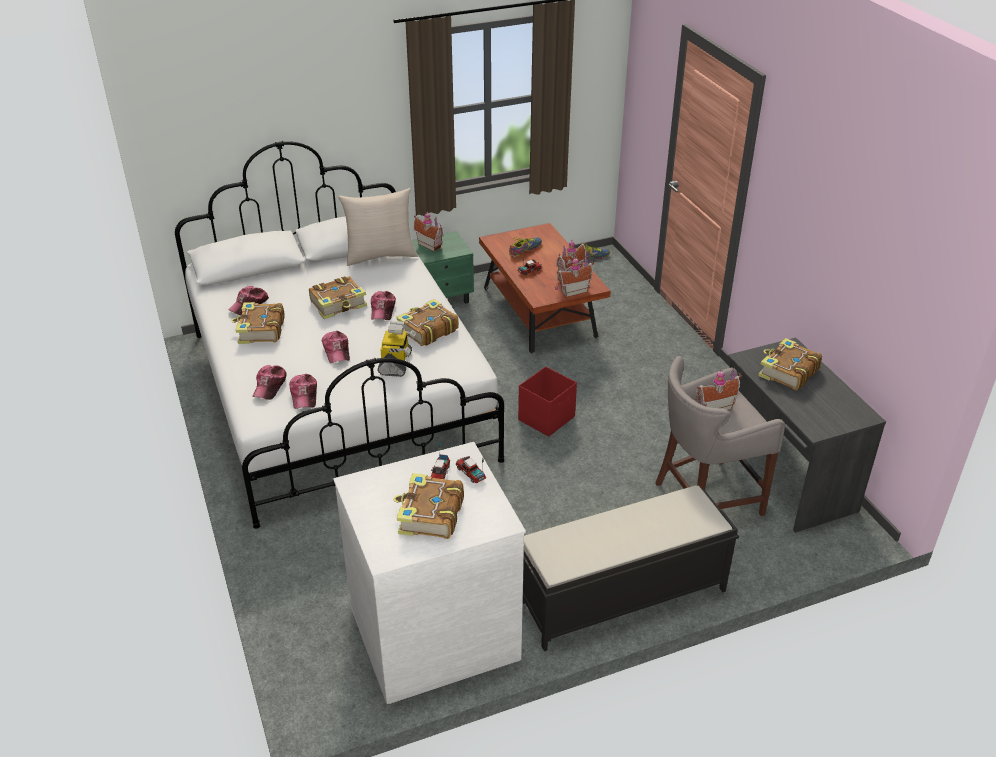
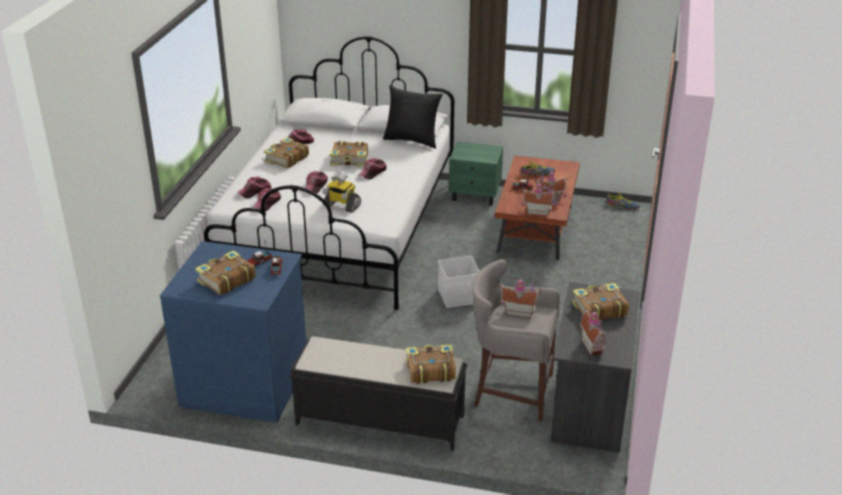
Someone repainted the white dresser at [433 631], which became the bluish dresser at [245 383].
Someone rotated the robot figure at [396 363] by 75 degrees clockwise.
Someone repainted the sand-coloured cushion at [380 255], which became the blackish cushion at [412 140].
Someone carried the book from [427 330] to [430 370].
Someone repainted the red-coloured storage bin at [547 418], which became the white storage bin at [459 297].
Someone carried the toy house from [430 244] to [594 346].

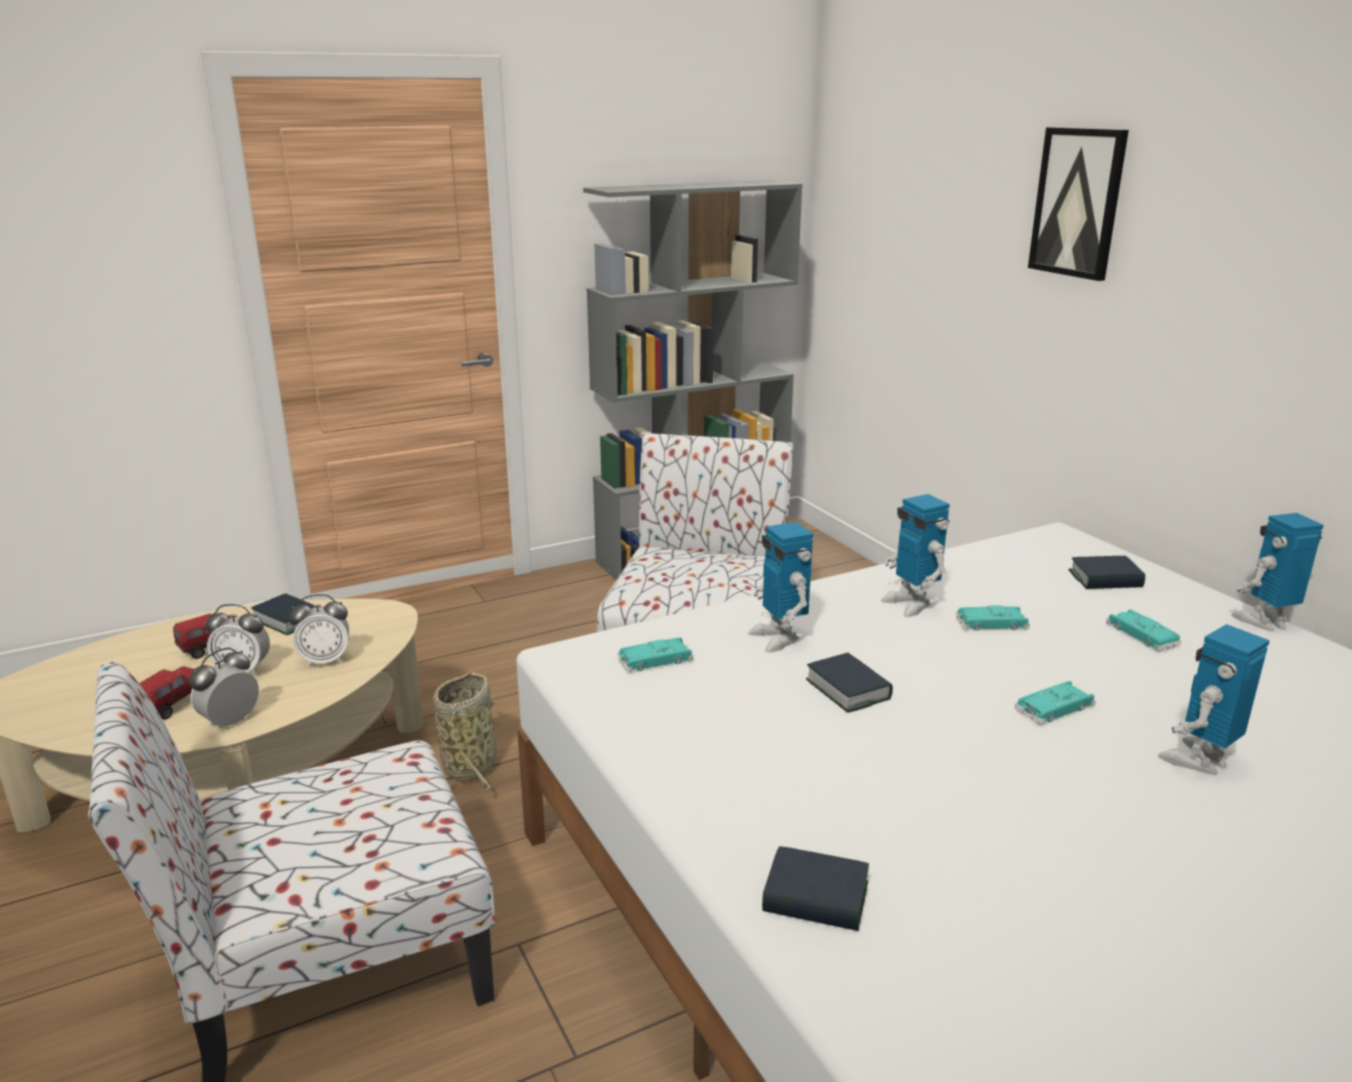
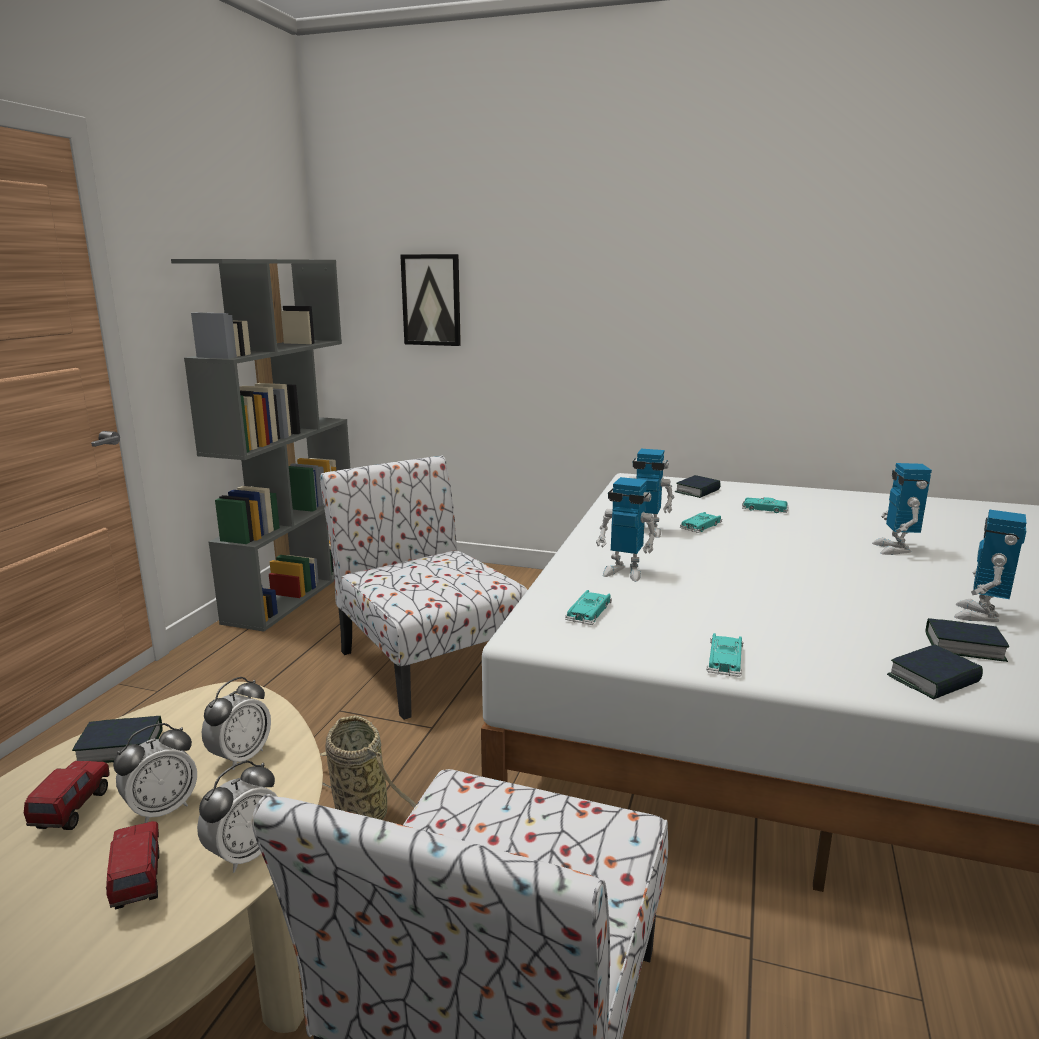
Someone rotated the bedside clock at [230 721] by 135 degrees counterclockwise.
Someone carried the picture from [1078 203] to [431 300].
Someone carried the turquoise toy car from [1054 708] to [725 660].
Someone carried the book from [848 689] to [964 646].
Someone carried the robot figure from [1265 622] to [980 615].

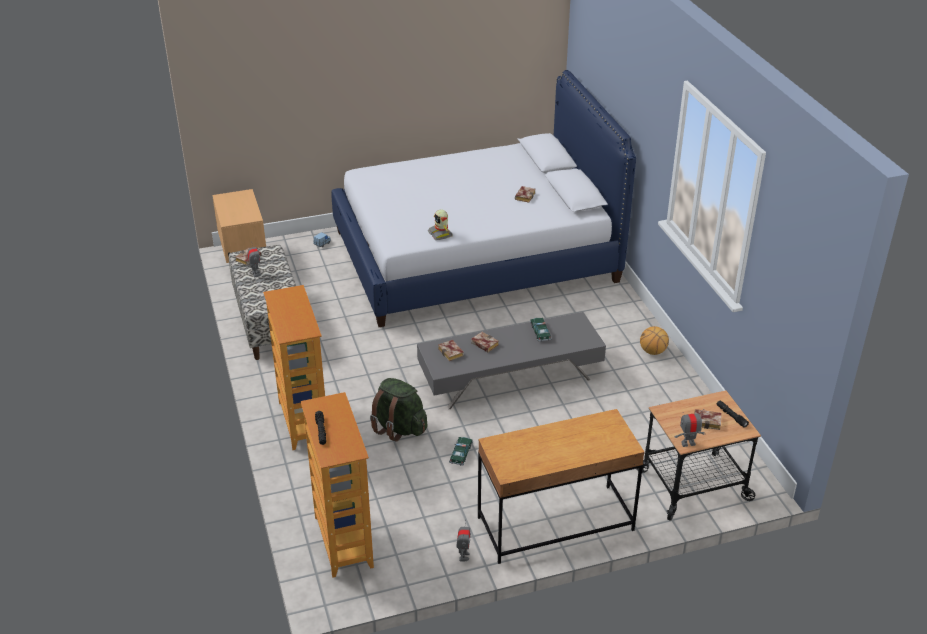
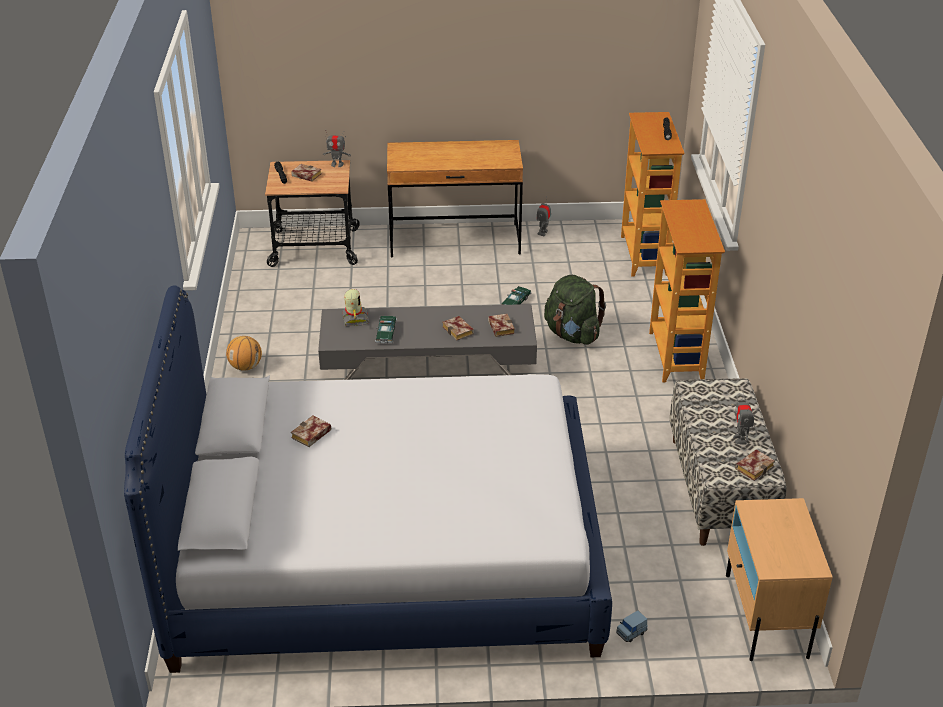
Someone carried the robot figure from [440 234] to [354 319].

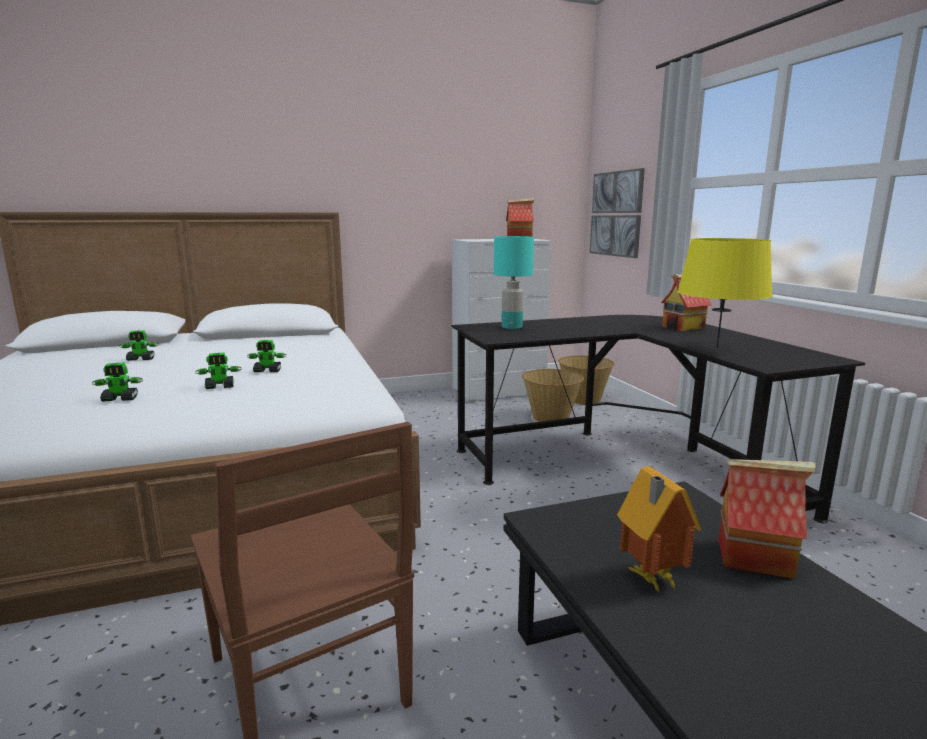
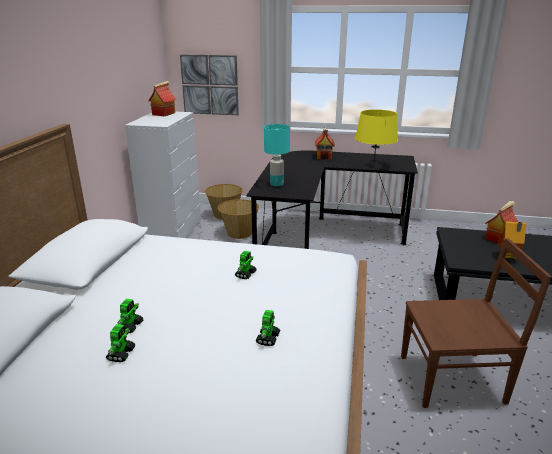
Someone carried the robot figure from [220 387] to [121 354].

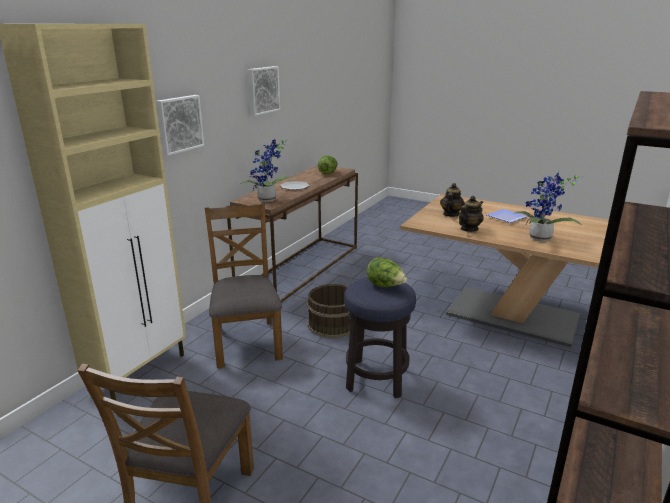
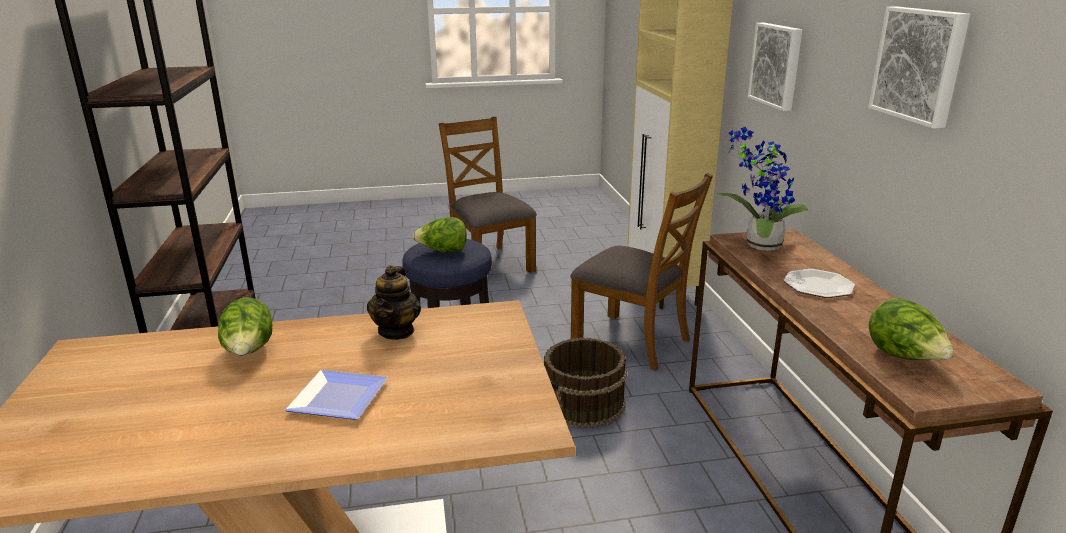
Someone swapped the houseplant at [540 239] for the lettuce at [250 352].
Someone took away the pot for tea at [451 214].

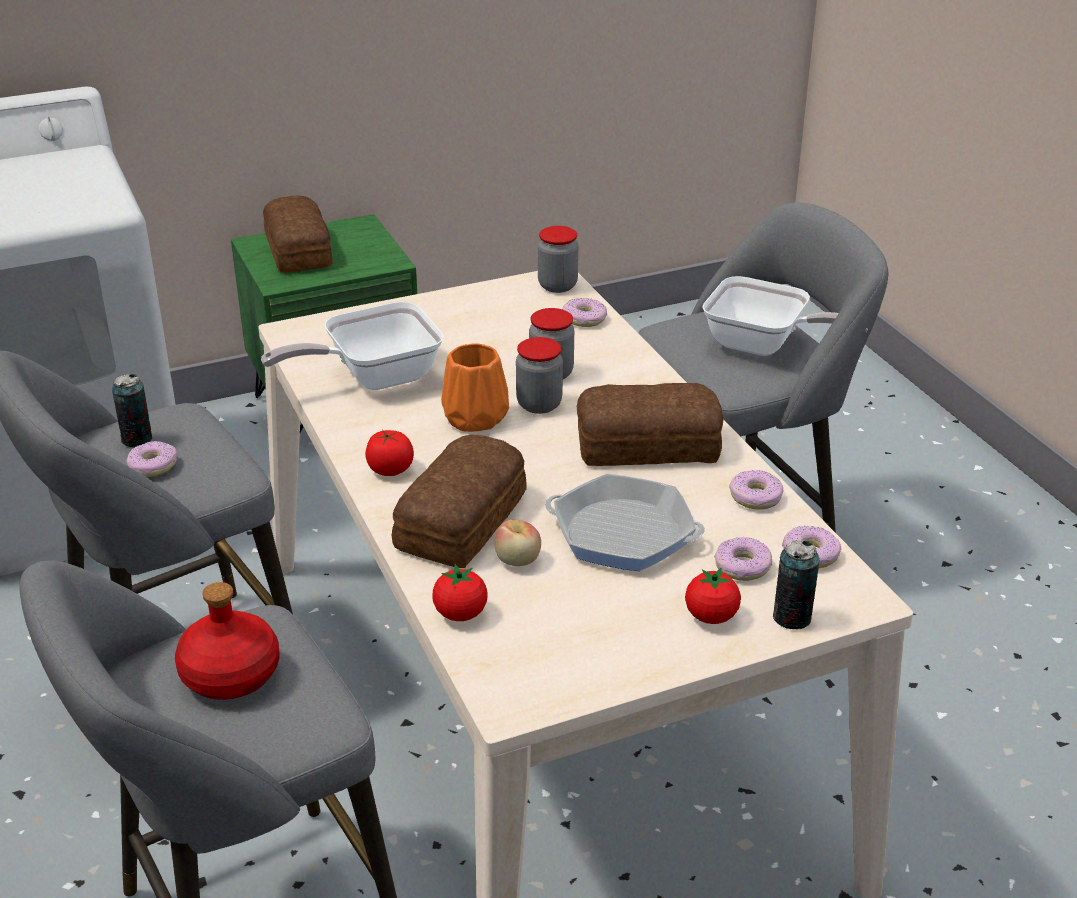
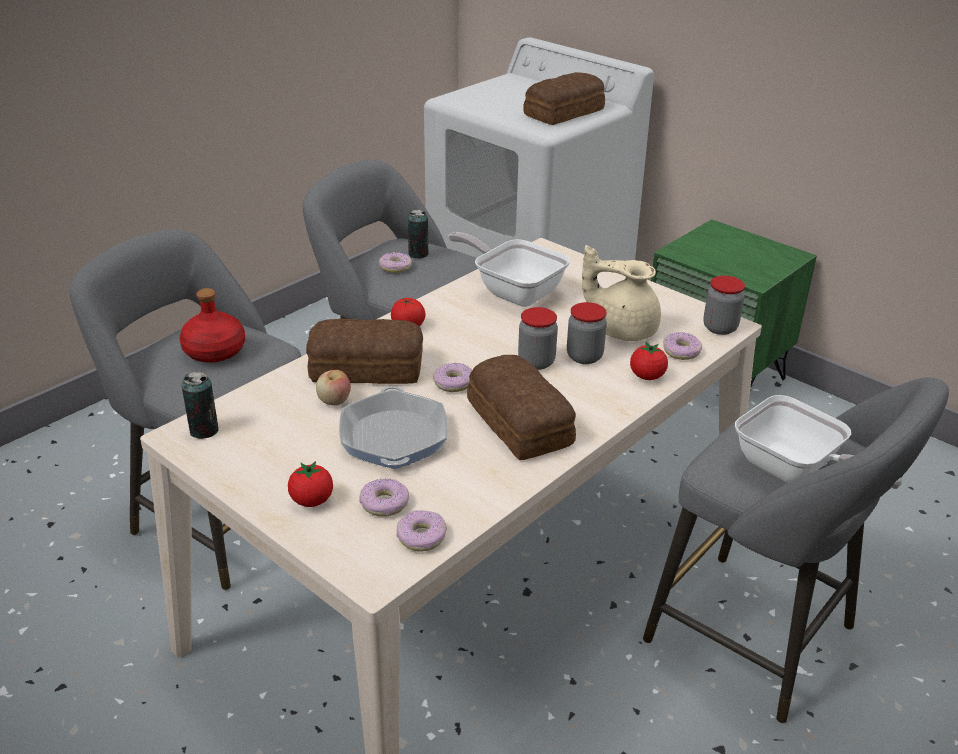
Someone carried the metal can from [792 618] to [204 430].
Someone carried the donut from [755 497] to [453 383].
Someone carried the baked bread from [300 249] to [566 112].
Someone put down the sand-coloured pot for tea at [622 329].
Someone carried the whole tomato from [460 614] to [647 376].
Someone rotated the pan at [764 346] by 45 degrees counterclockwise.
Someone took away the orangey flower vase at [475 419].

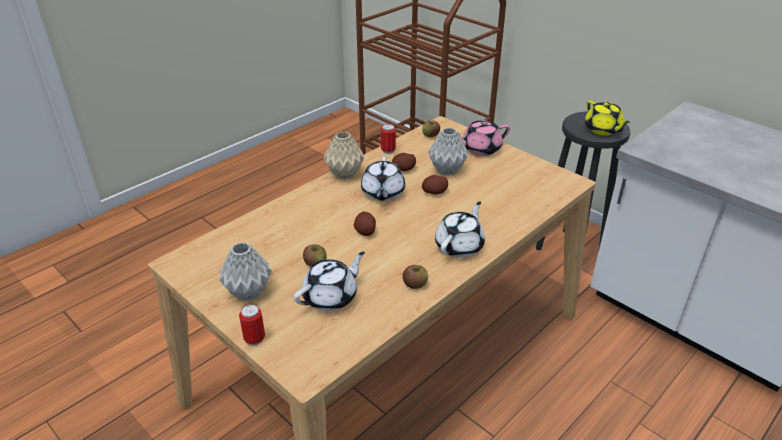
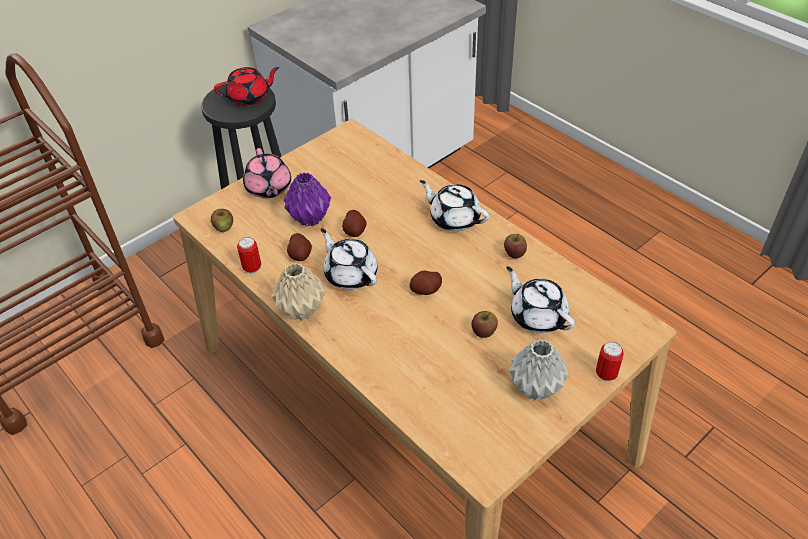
Someone repainted the yellow pot for tea at [603 130], which became the red-coloured pot for tea at [249 97].
Someone repainted the gray flower vase at [447 170], which became the purplish flower vase at [311 218].
Someone rotated the white pot for tea at [382 193] by 135 degrees counterclockwise.

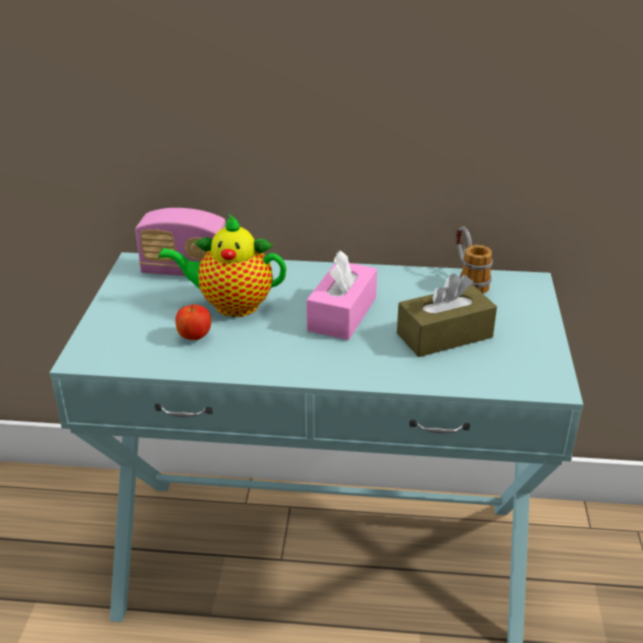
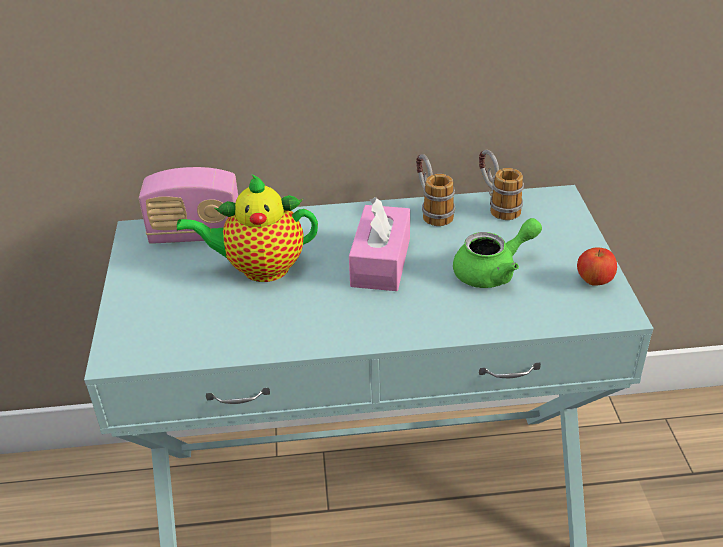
Someone put down the coffee mug at [431 210].
Someone swapped the brownish tissue box at [444 335] for the green-coloured pot for tea at [493 271].
Someone carried the apple fruit from [194 337] to [594 281].

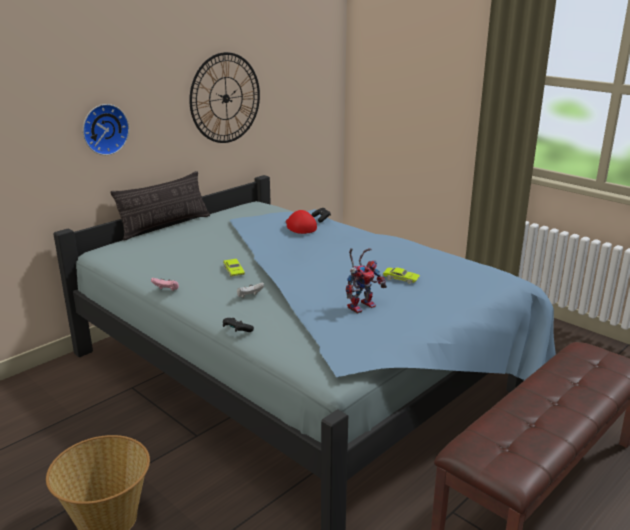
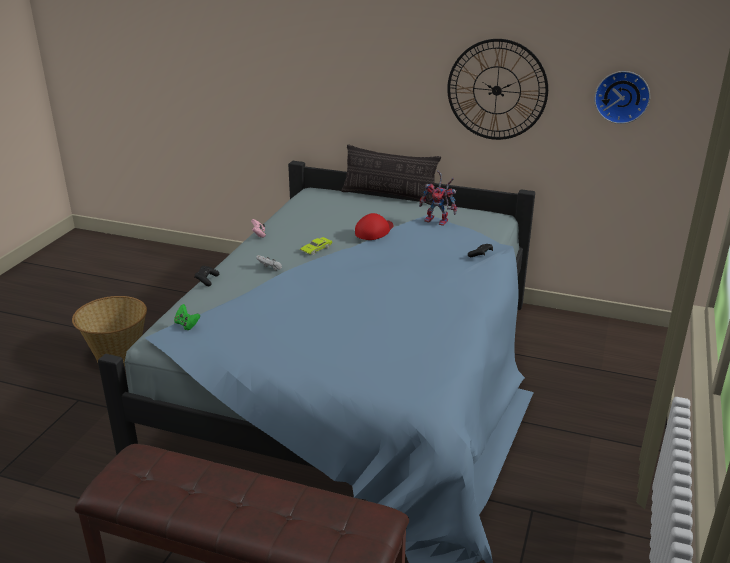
Someone put down the green-coloured joypad at [187 325].
Someone carried the red-coloured peaked cap from [300 226] to [374 231].
Someone carried the robot figure from [361 305] to [439 221].
Someone carried the hanging clock from [104 129] to [622 96].
Someone took away the green-coloured toy car at [400 279].

